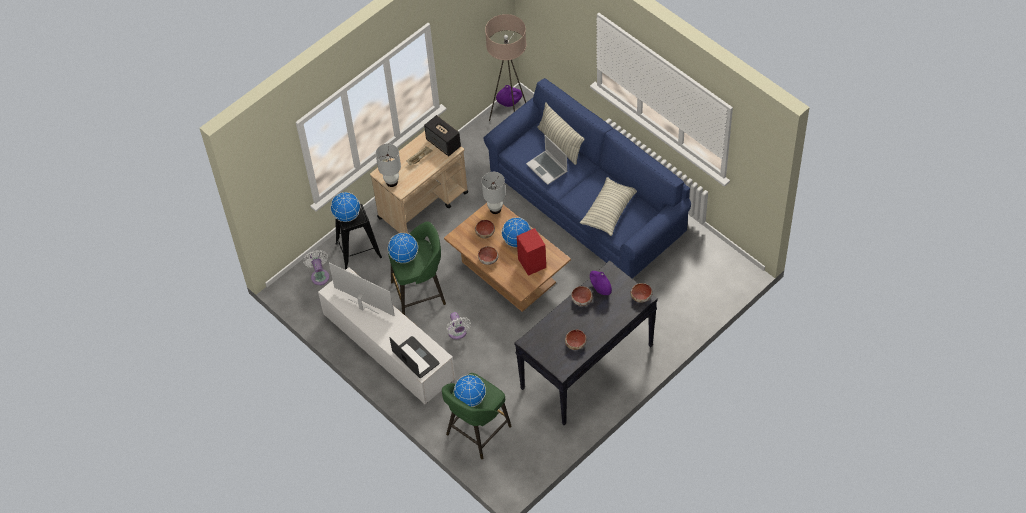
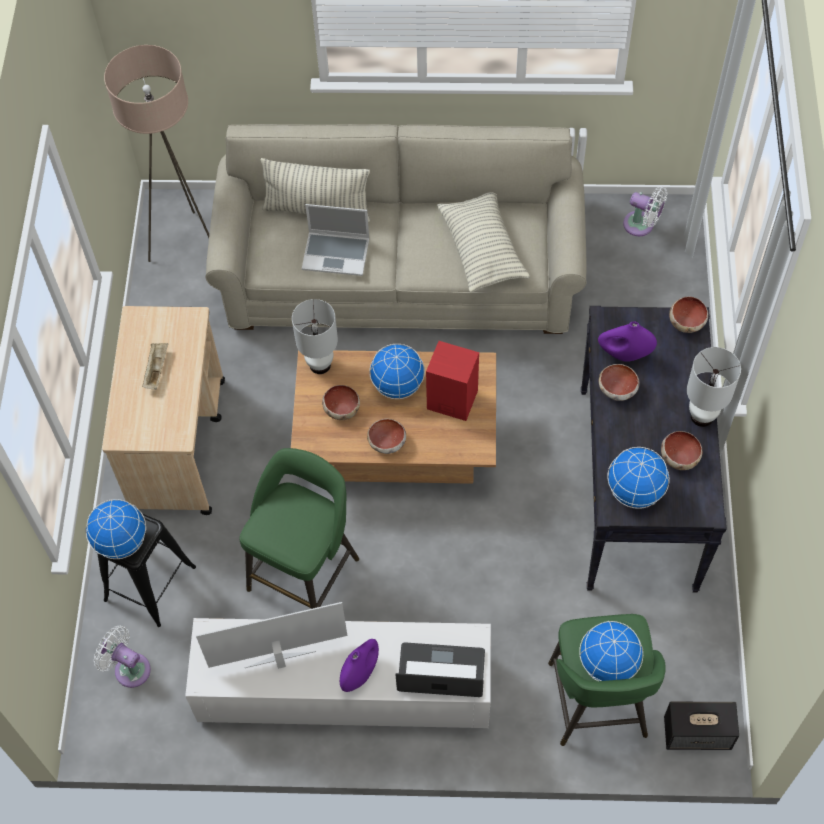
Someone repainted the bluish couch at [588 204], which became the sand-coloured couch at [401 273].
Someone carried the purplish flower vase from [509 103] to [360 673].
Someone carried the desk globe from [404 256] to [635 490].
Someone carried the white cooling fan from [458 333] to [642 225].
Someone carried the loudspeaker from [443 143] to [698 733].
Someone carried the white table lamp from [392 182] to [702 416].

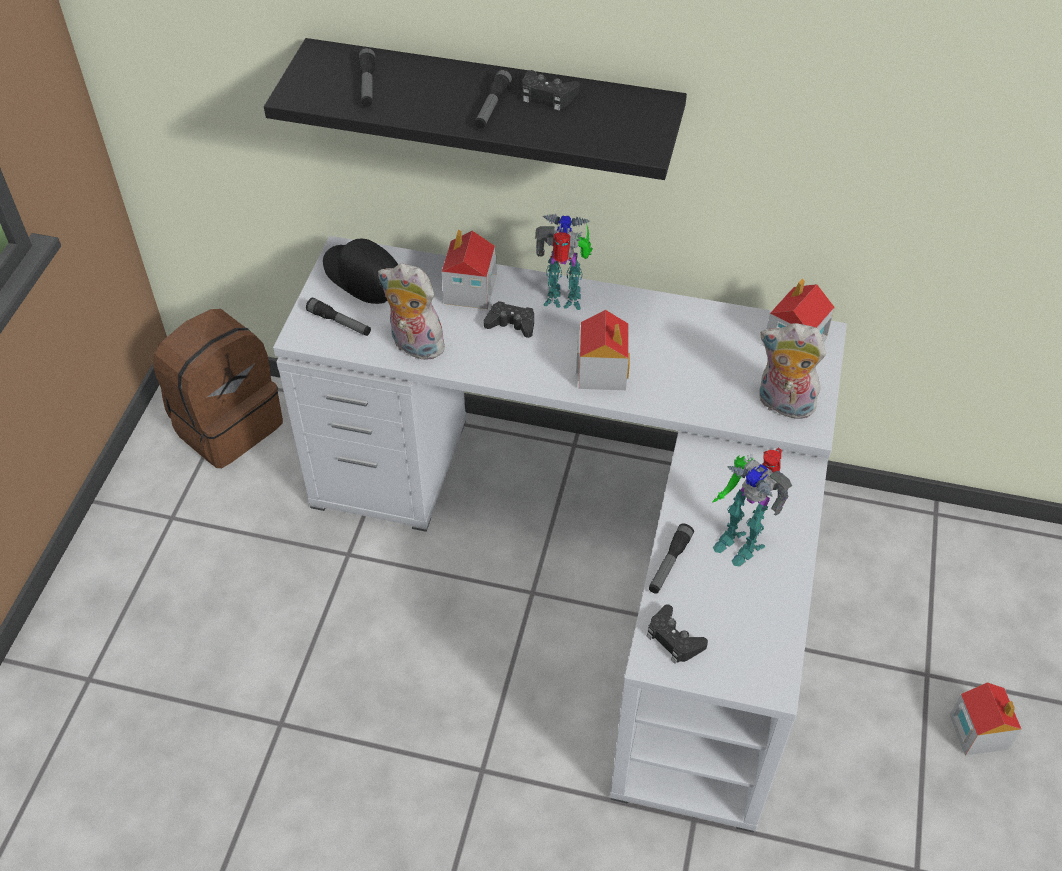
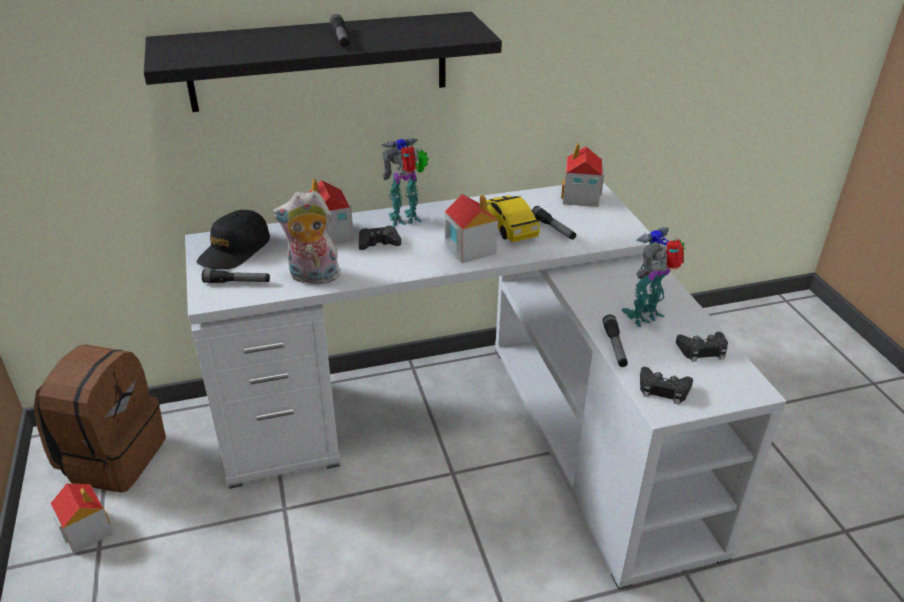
Someone carried the toy house from [978 731] to [86 530].
Someone rotated the blackish peaked cap at [363 277] by 75 degrees counterclockwise.
Someone put down the toy car at [508 226].
Someone carried the torch from [367 84] to [553 228].
Someone rotated the robot figure at [739 540] by 135 degrees clockwise.
Someone carried the blackish joypad from [547 95] to [702 350].
Someone took away the cuddly toy at [783 405].

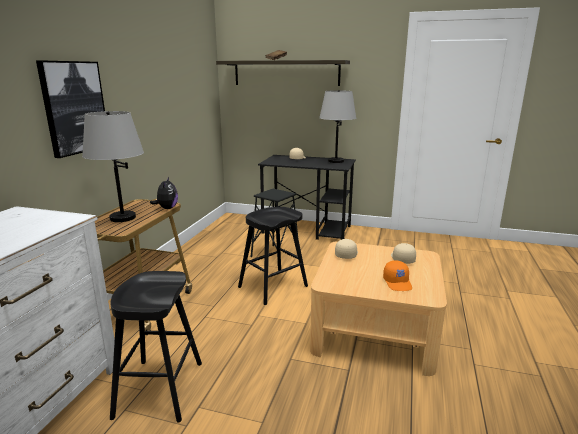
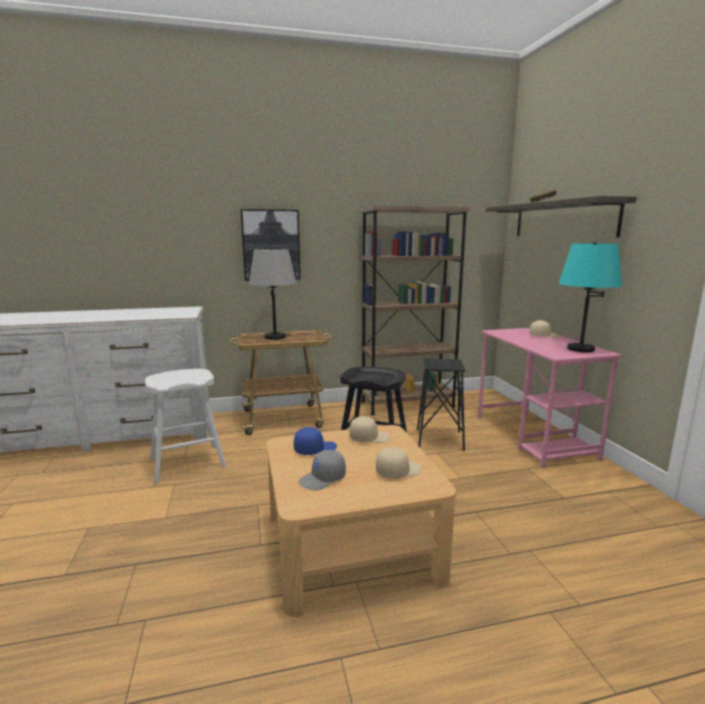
Someone repainted the blackish sitting stool at [159 389], which became the white sitting stool at [187 463].
Someone put down the bluish peaked cap at [315 449].
Someone repainted the orangey peaked cap at [398 283], which became the gray peaked cap at [323 479].
Someone put down the brownish bookshelf at [407 404].
Someone repainted the blackish desk at [307 230], which became the pinkish desk at [534 437].
Someone repainted the gray table lamp at [336 161], which became the turquoise table lamp at [580 349].
Someone took away the cuddly toy at [167 208].

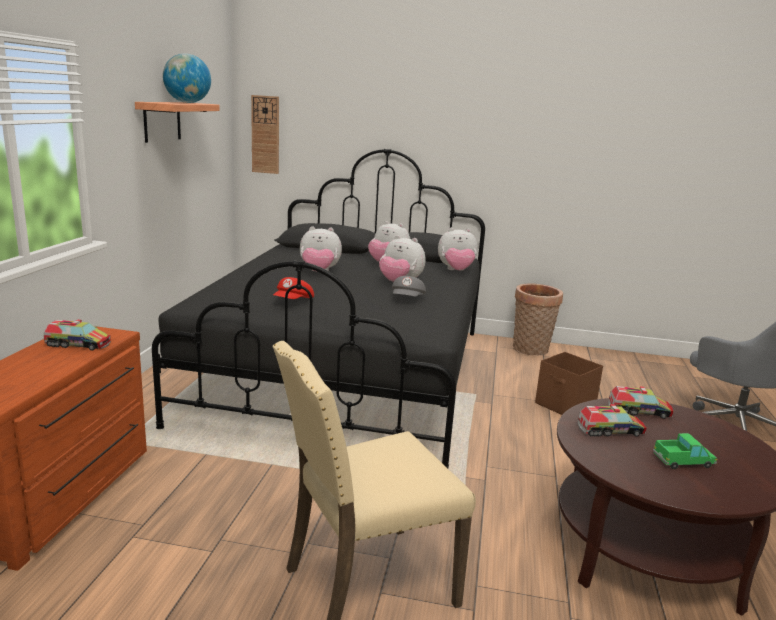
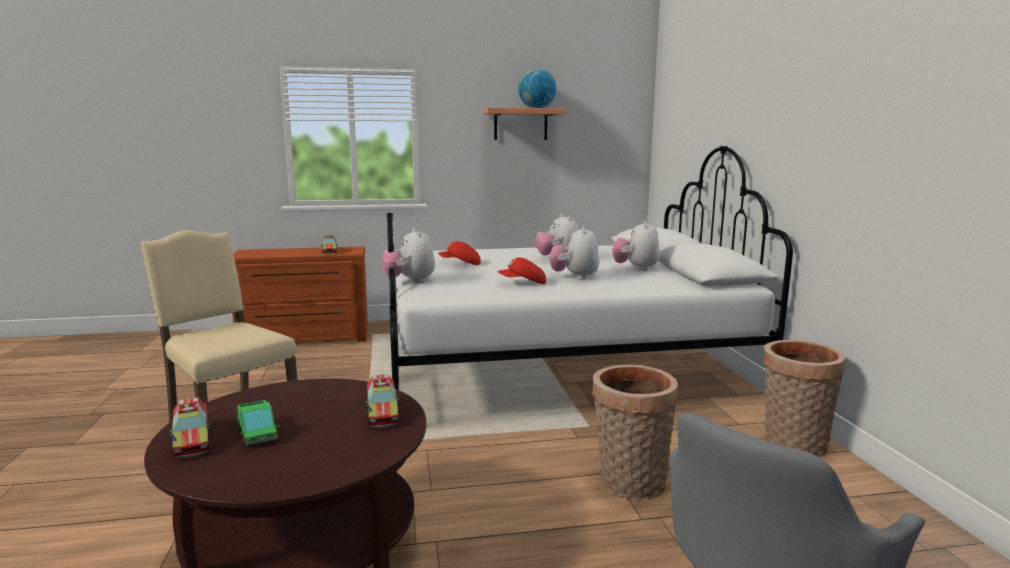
Someone carried the toy lorry from [610 430] to [192 440].
Someone carried the cuddly toy from [456 271] to [410 281].
Someone repainted the blackish sleeping bed at [347 373], which became the white sleeping bed at [558 366].
Someone repainted the gray peaked cap at [408 299], which became the red-coloured peaked cap at [523 283].
Someone swapped the brownish storage bin at [565 406] for the storage basket at [629 484].
Someone took away the hanging clock at [265 134].

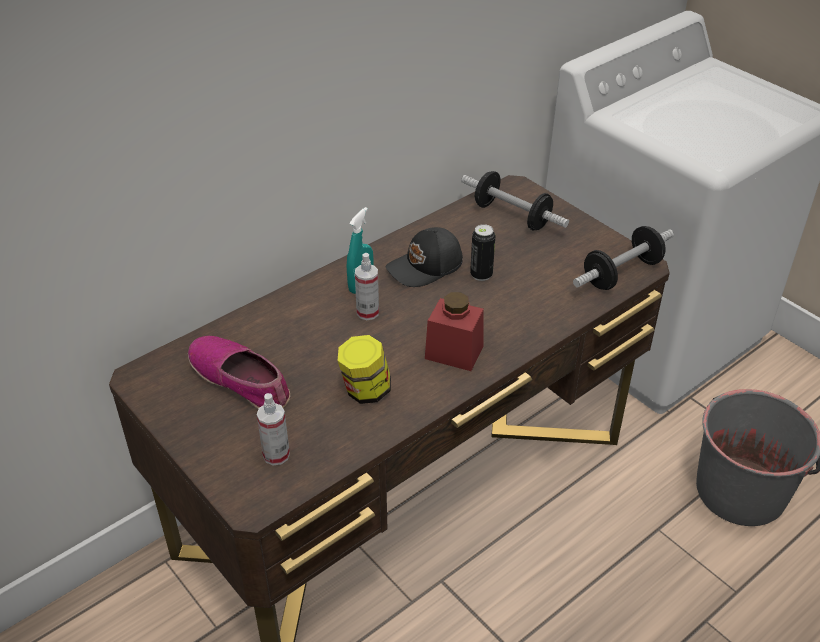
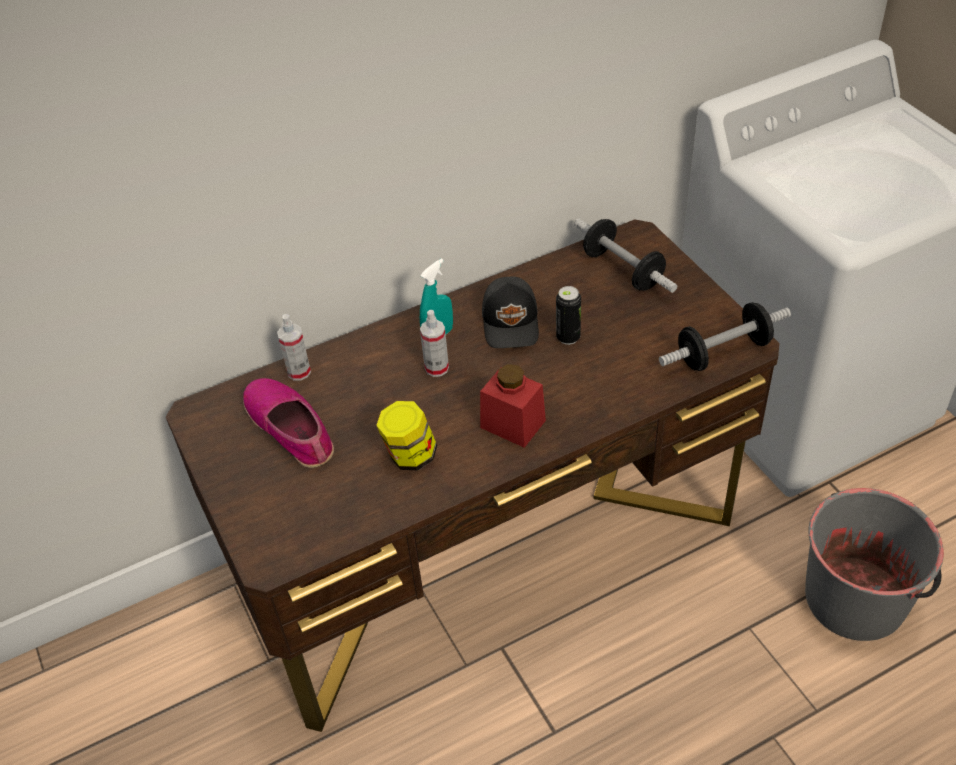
Someone carried the hand sprayer from [276 455] to [299 372].
Someone rotated the blackish peaked cap at [426 267] by 75 degrees counterclockwise.

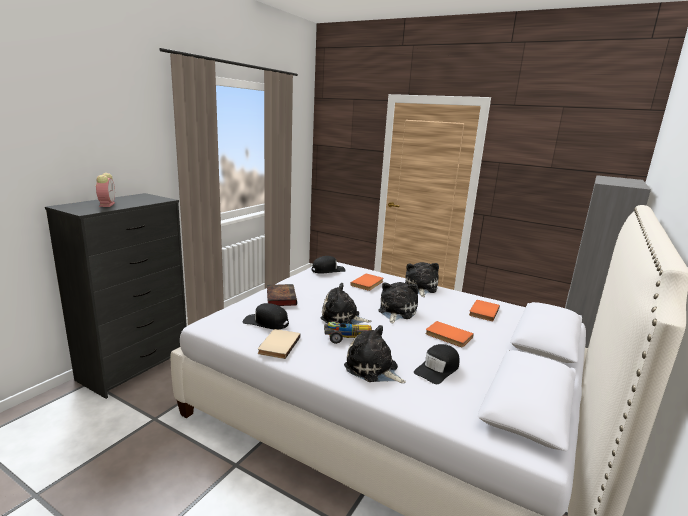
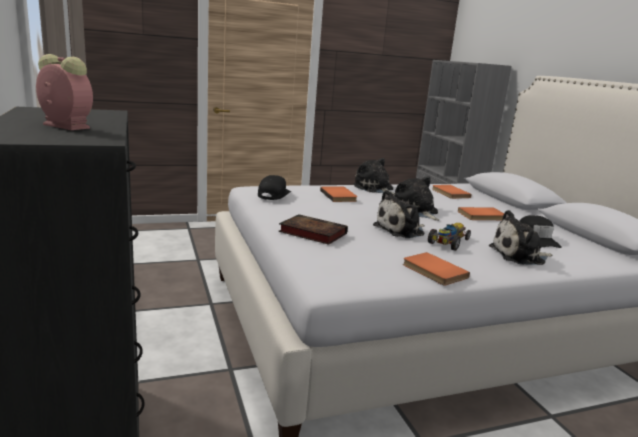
Someone repainted the sand-coloured book at [277 345], which became the orangey book at [433 271].
Someone took away the blackish peaked cap at [266 322].

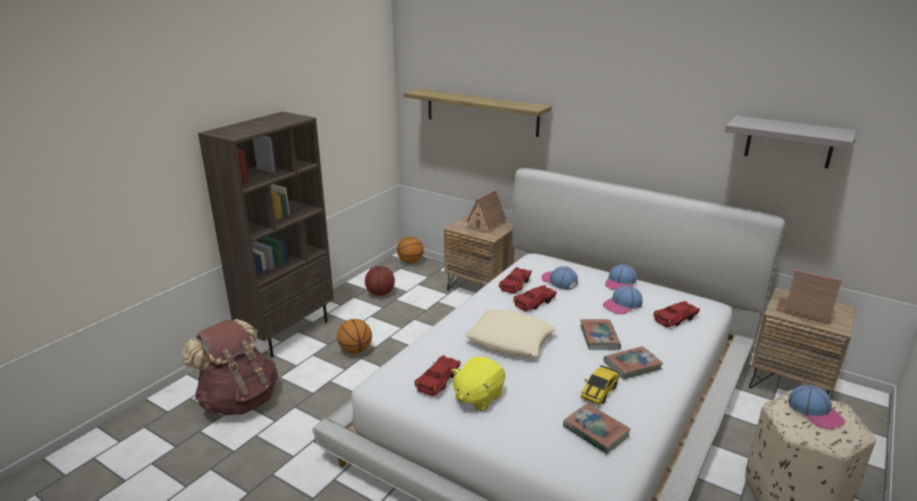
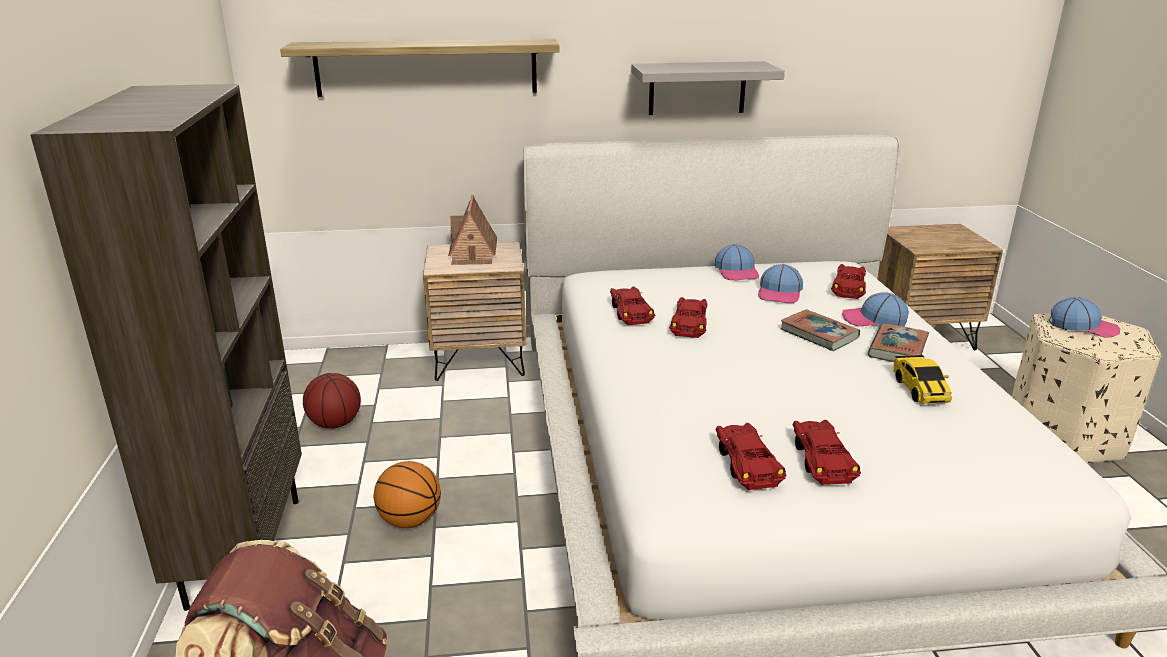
Someone carried the gray bracket shelf from [789 142] to [697 88].
Someone swapped the yellow cuddly toy at [478 397] for the red-coloured toy car at [821 459].
Someone carried the peaked cap from [559 281] to [873 319].
Someone took away the basketball at [411 262].
Someone took away the sand-coloured cushion at [510 340].
Someone took away the book at [595 431].
Someone took away the toy house at [804 310].

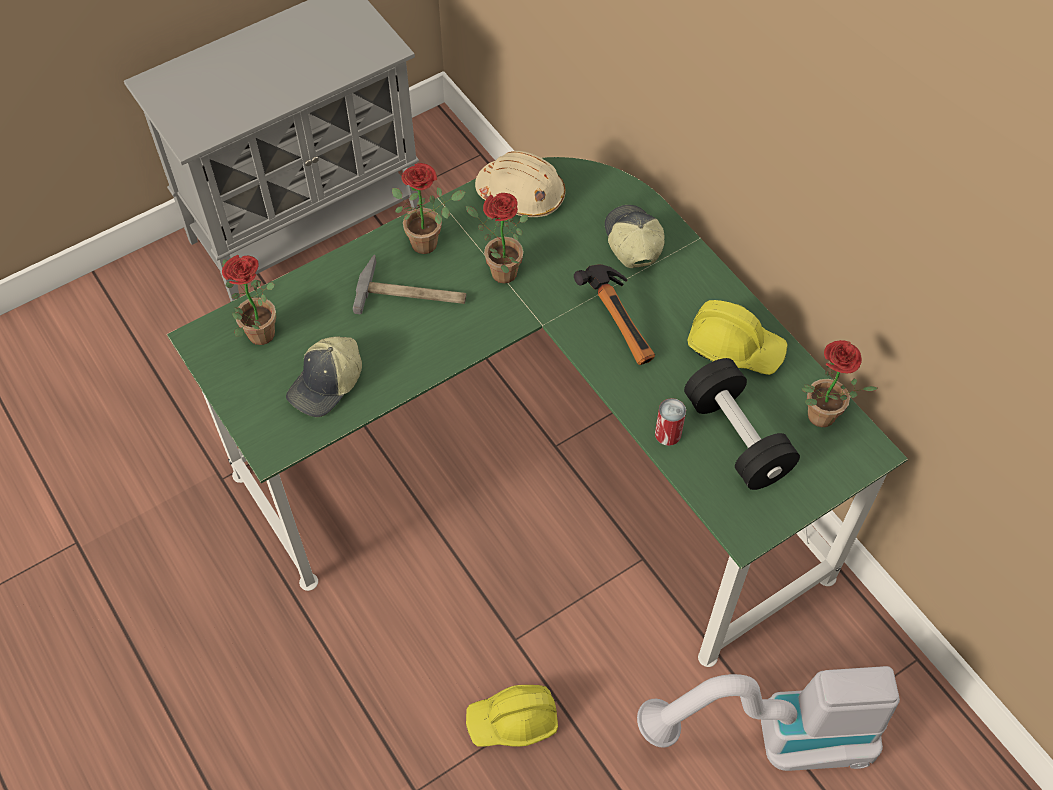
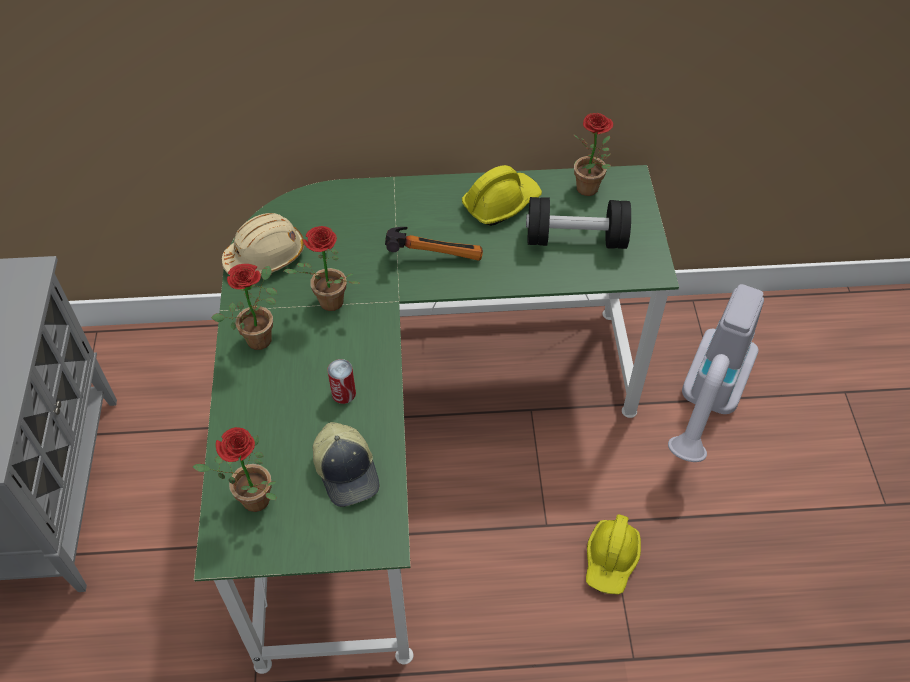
Someone carried the metal can from [668 434] to [343 393].
Someone took away the hammer at [412 293].
Someone took away the peaked cap at [632 241].

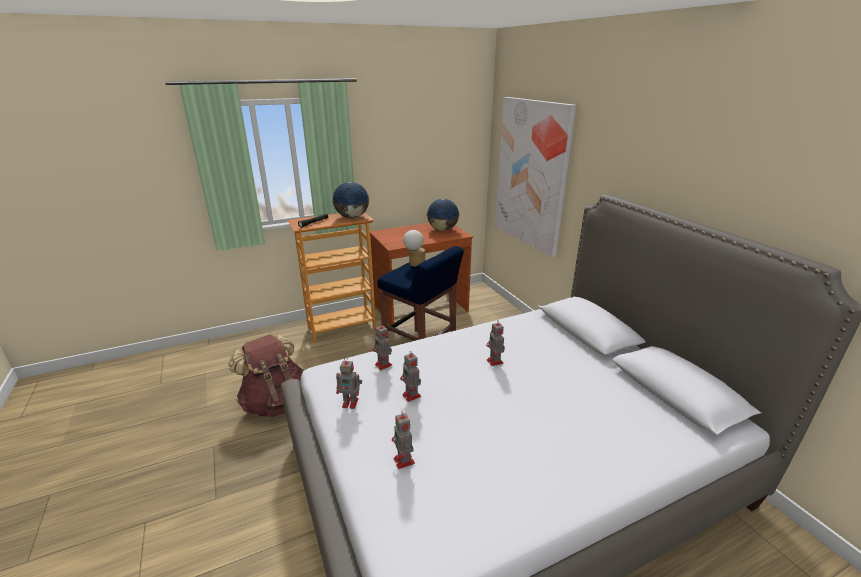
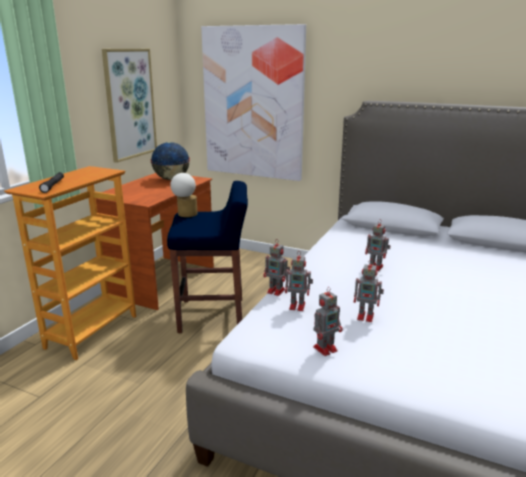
Someone put up the picture at [130 104].
Someone carried the robot figure from [404 461] to [277 291].
Someone took away the brownish backpack at [276 403].
Someone took away the desk globe at [352 217].

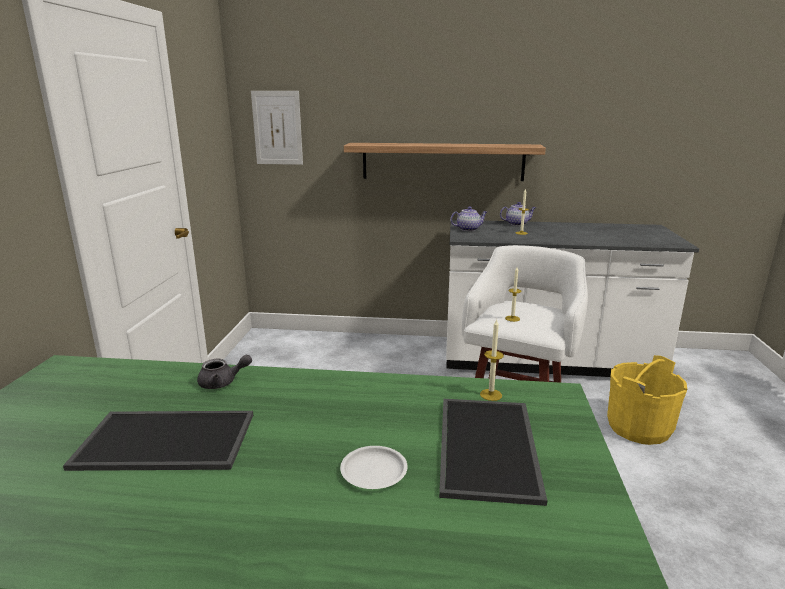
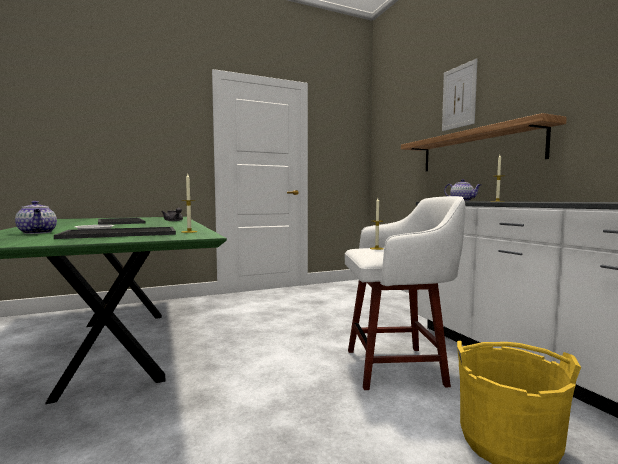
Someone carried the pot for tea from [517 224] to [38 233].
Someone carried the picture from [277 128] to [459 97].

